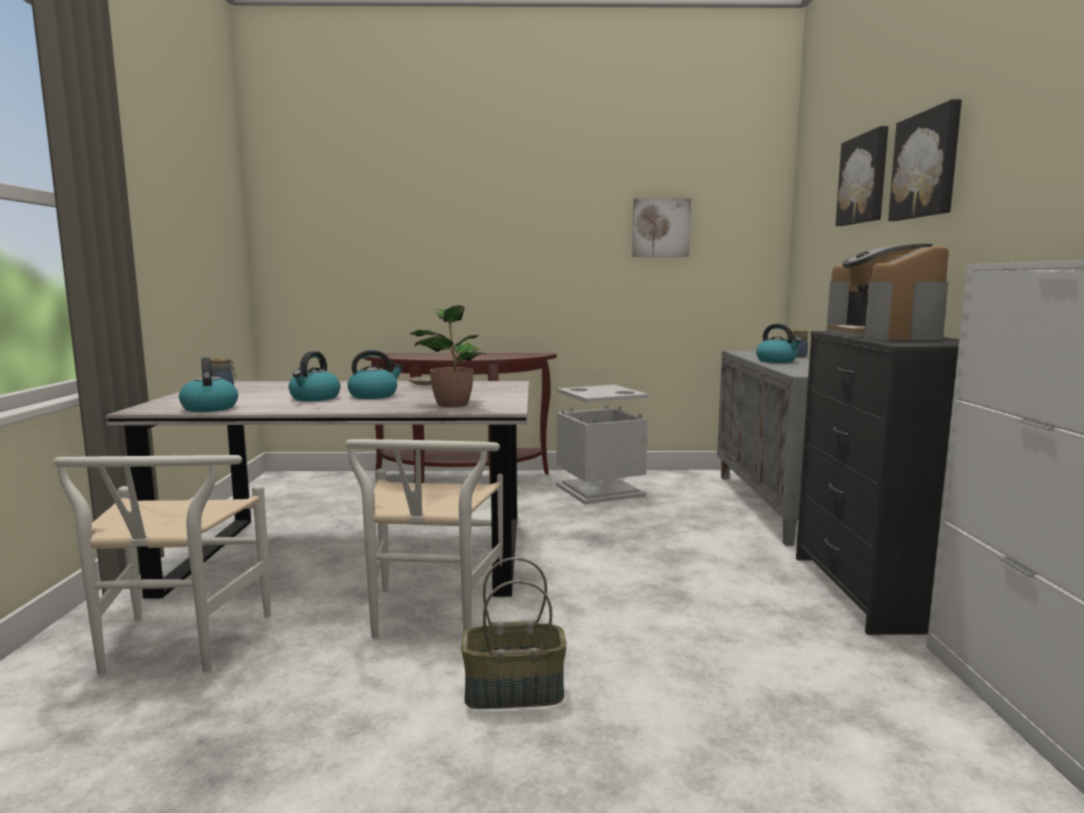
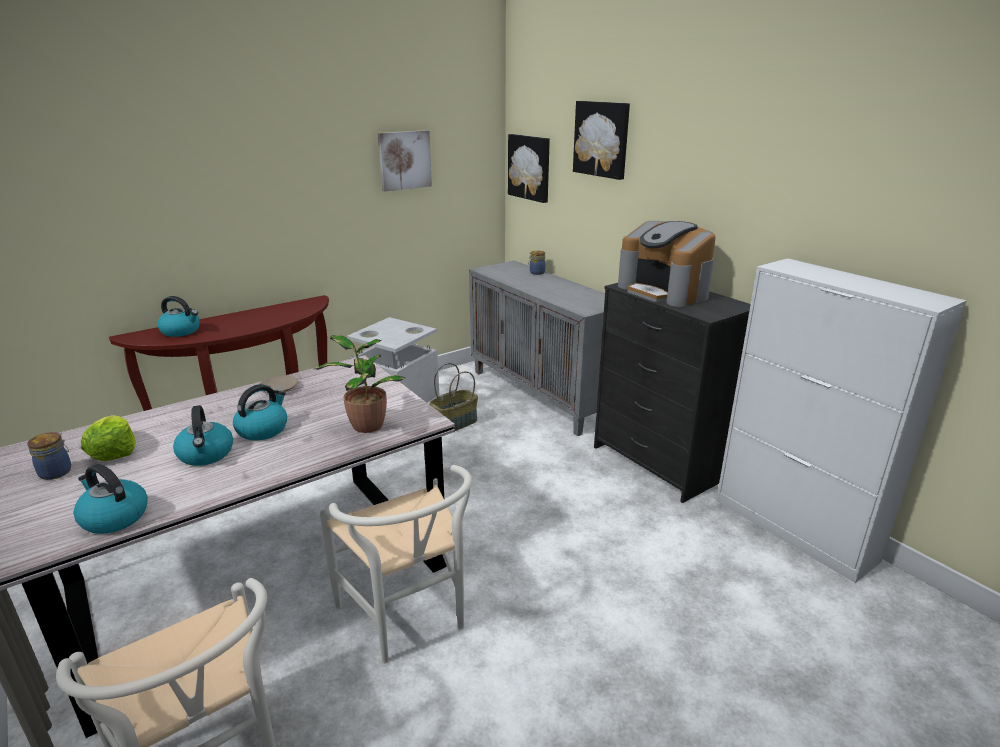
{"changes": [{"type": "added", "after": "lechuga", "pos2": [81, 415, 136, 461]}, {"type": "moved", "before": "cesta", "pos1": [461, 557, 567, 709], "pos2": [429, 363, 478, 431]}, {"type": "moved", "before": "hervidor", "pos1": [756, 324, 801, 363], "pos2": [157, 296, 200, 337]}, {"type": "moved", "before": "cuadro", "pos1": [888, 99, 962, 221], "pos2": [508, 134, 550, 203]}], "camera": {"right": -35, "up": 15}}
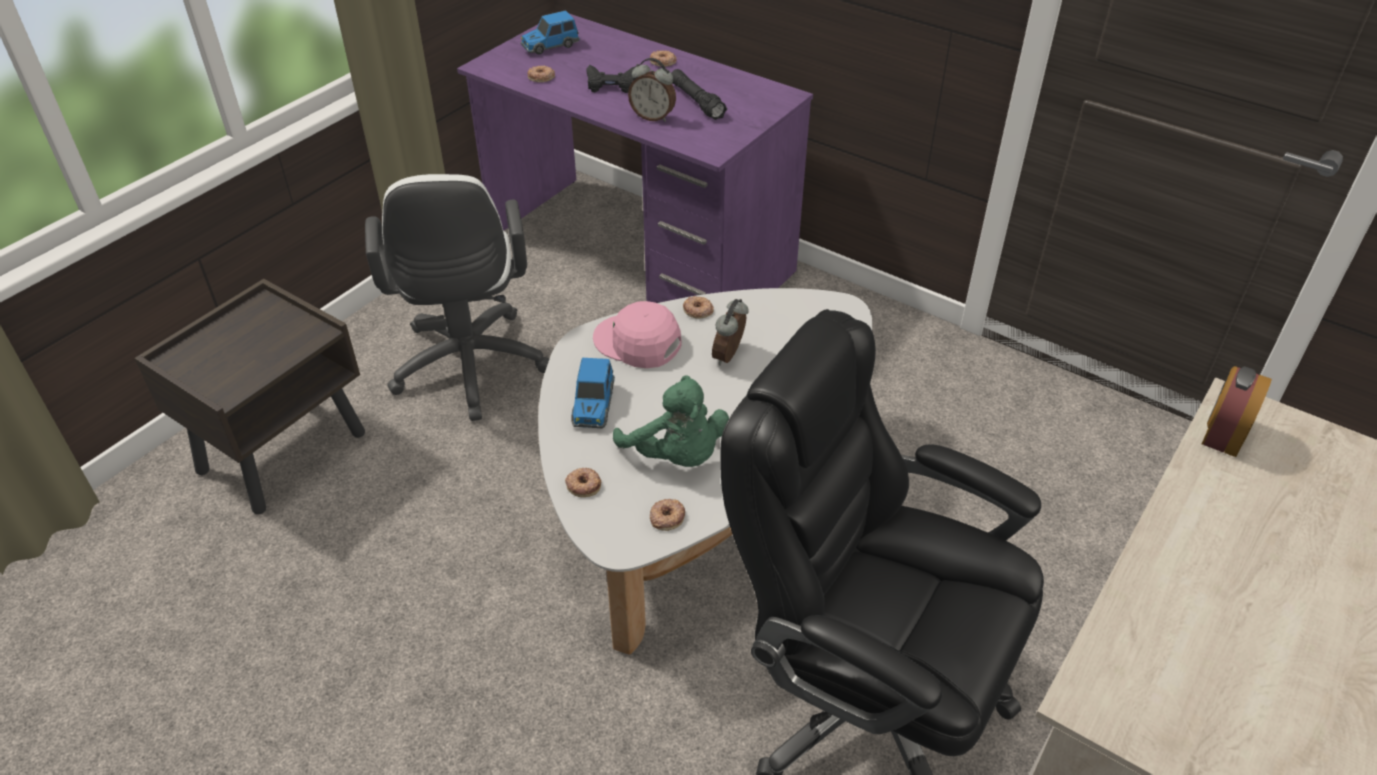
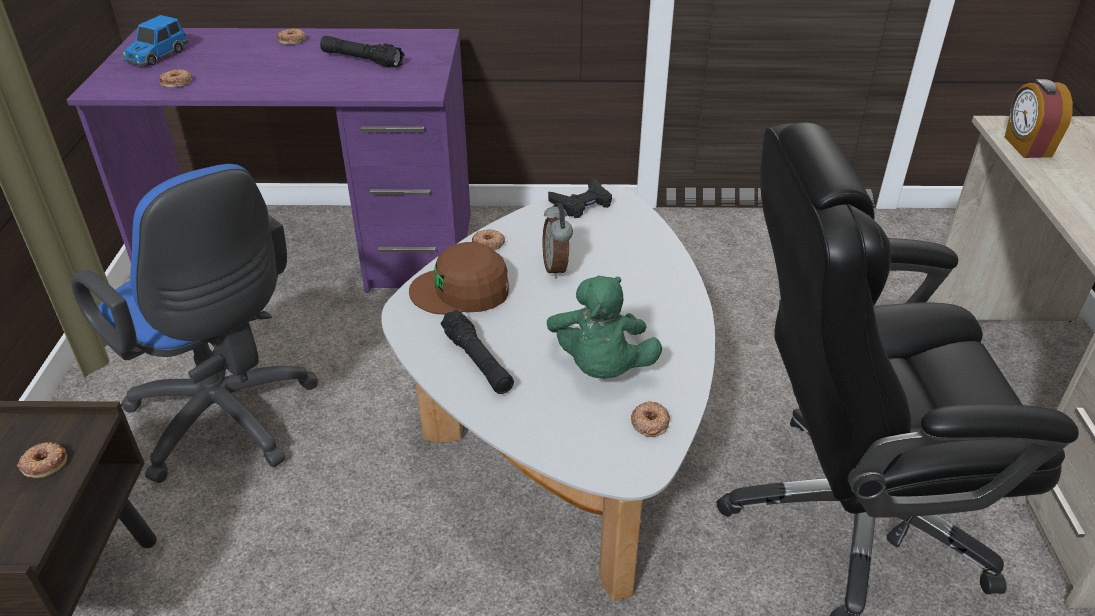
{"changes": [{"type": "removed", "before": "despertador", "pos1": [628, 58, 676, 122]}, {"type": "moved", "before": "rosquilla", "pos1": [565, 468, 601, 497], "pos2": [17, 442, 67, 478]}, {"type": "moved", "before": "mando de consola [negro]", "pos1": [586, 65, 637, 93], "pos2": [548, 177, 612, 218]}, {"type": "replaced", "before": "coche de juguete", "after": "linterna [negro]", "pos1": [571, 358, 615, 428], "pos2": [441, 309, 514, 394]}, {"type": "recoloured", "before": "silla de oficina [blanco]", "after": "silla de oficina [azul]", "pos1": [365, 174, 550, 421], "pos2": [71, 164, 319, 483]}, {"type": "recoloured", "before": "gorra [rosa]", "after": "gorra [marrón]", "pos1": [593, 301, 682, 368], "pos2": [409, 242, 509, 314]}, {"type": "turned", "before": "peluche [verde]", "pos1": [613, 375, 729, 467], "pos2": [547, 275, 662, 379], "turn": 75}], "camera": {"right": -35, "up": -5}}
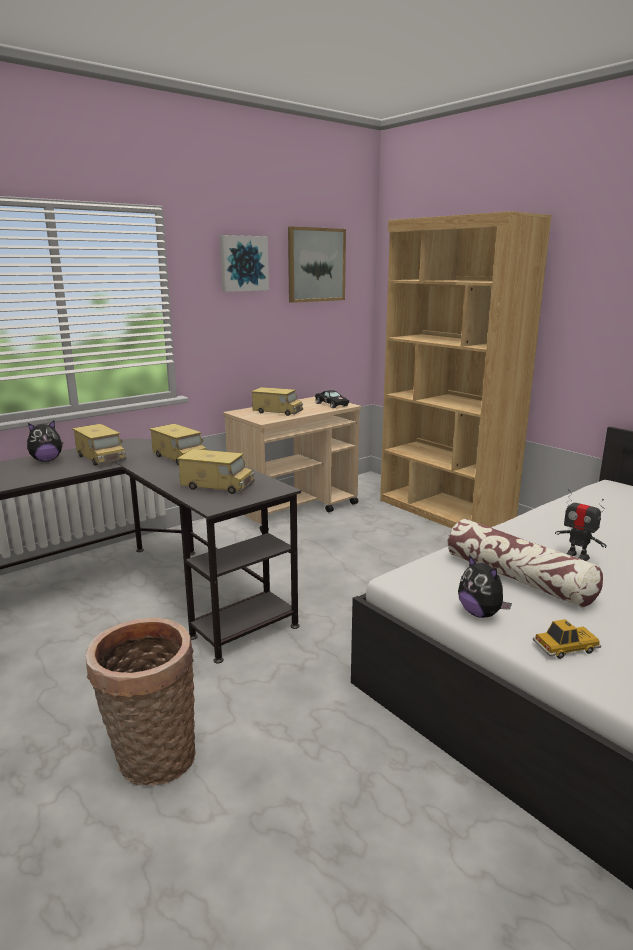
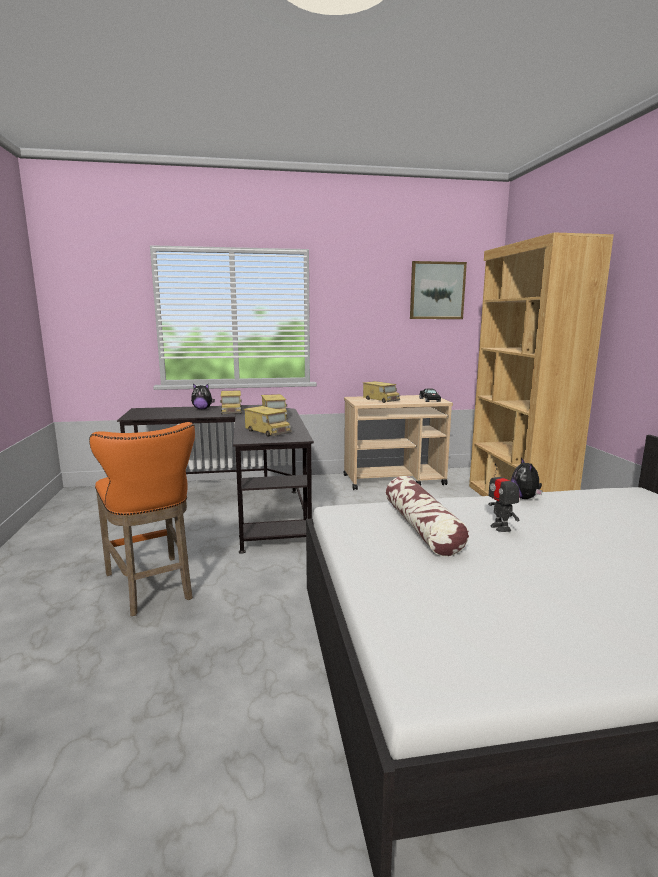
{"changes": [{"type": "removed", "before": "cuadro", "pos1": [220, 235, 269, 292]}, {"type": "removed", "before": "coche de juguete", "pos1": [533, 619, 601, 659]}, {"type": "moved", "before": "peluche", "pos1": [458, 555, 512, 618], "pos2": [511, 457, 543, 499]}, {"type": "replaced", "before": "cesta", "after": "taburete [naranja]", "pos1": [86, 618, 196, 786], "pos2": [89, 422, 195, 616]}], "camera": {"right": 30, "up": -5}}
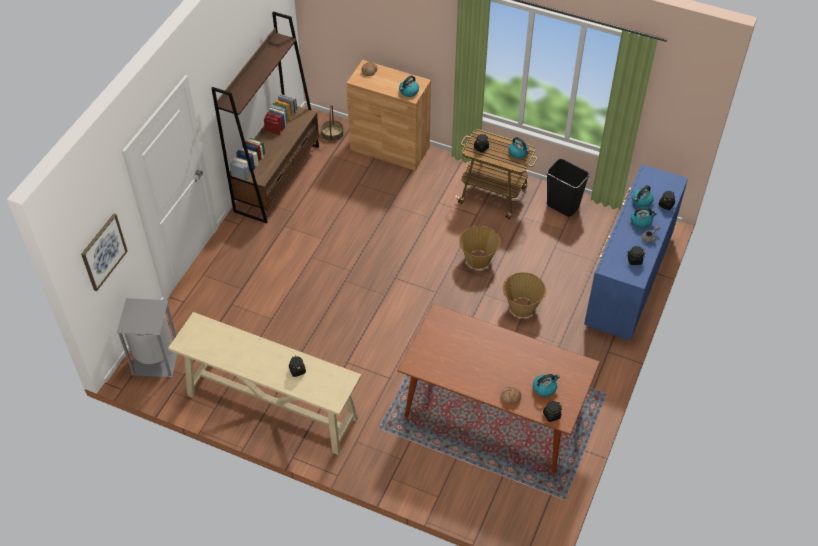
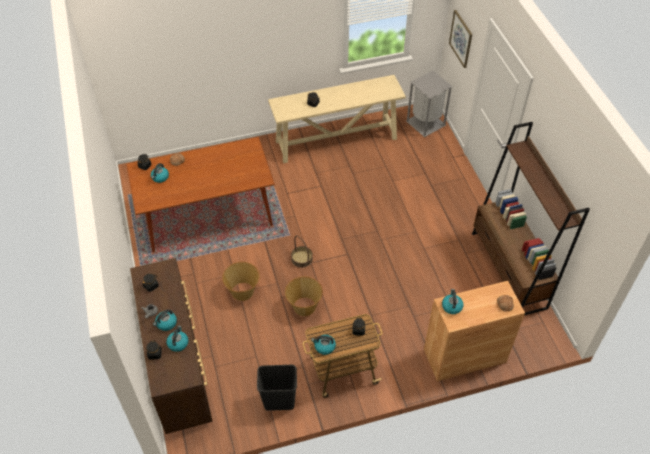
{"changes": [{"type": "moved", "before": "cesta", "pos1": [321, 105, 344, 142], "pos2": [291, 235, 313, 268]}, {"type": "recoloured", "before": "cómoda [azul]", "after": "cómoda [marrón]", "pos1": [584, 164, 688, 340], "pos2": [130, 258, 213, 434]}], "camera": {"right": 140, "up": 0}}
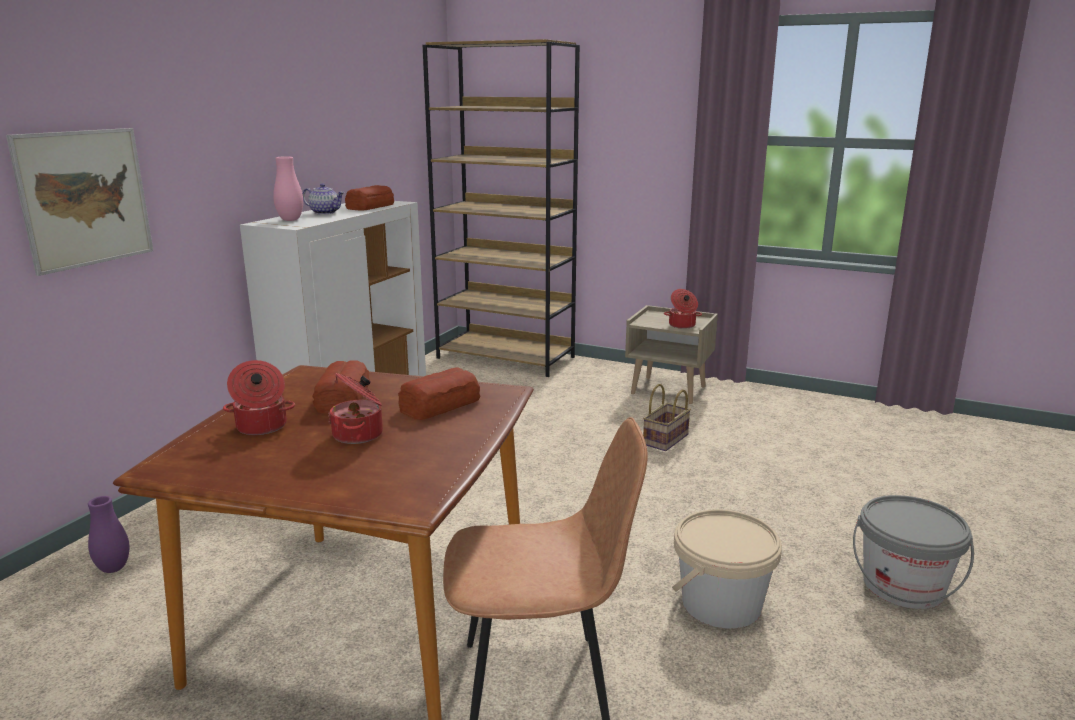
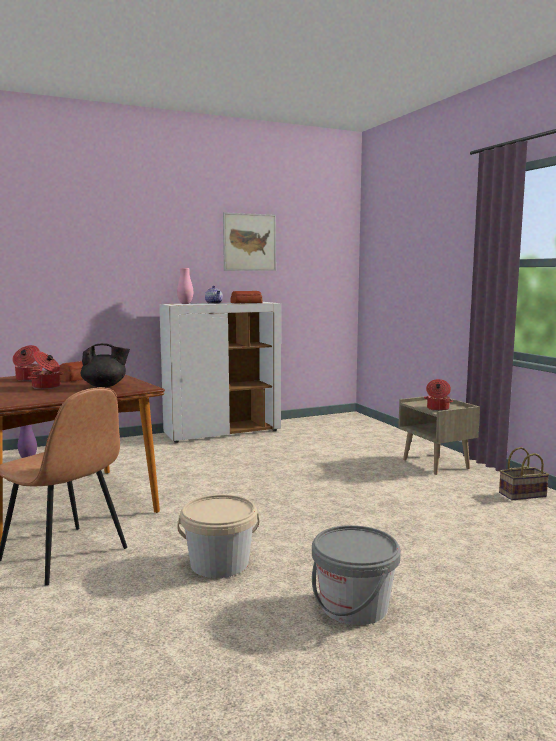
{"changes": [{"type": "removed", "before": "estantería [marrón]", "pos1": [422, 39, 580, 377]}, {"type": "moved", "before": "cuadro", "pos1": [6, 128, 153, 276], "pos2": [223, 212, 276, 271]}, {"type": "moved", "before": "cesta", "pos1": [643, 384, 691, 451], "pos2": [499, 447, 549, 500]}, {"type": "replaced", "before": "pan", "after": "tetera [negro]", "pos1": [398, 368, 480, 420], "pos2": [81, 343, 130, 387]}], "camera": {"right": 40, "up": -10}}
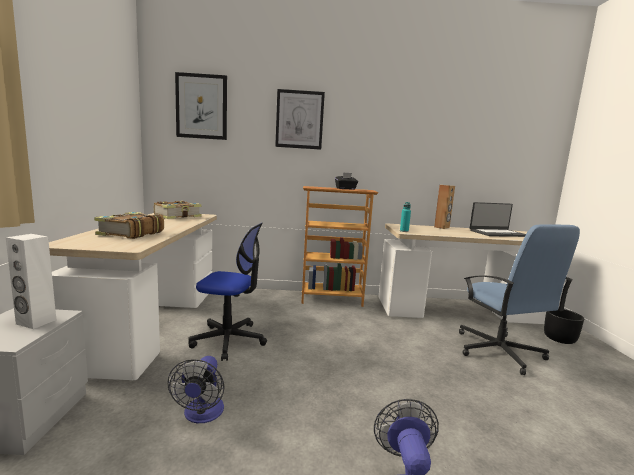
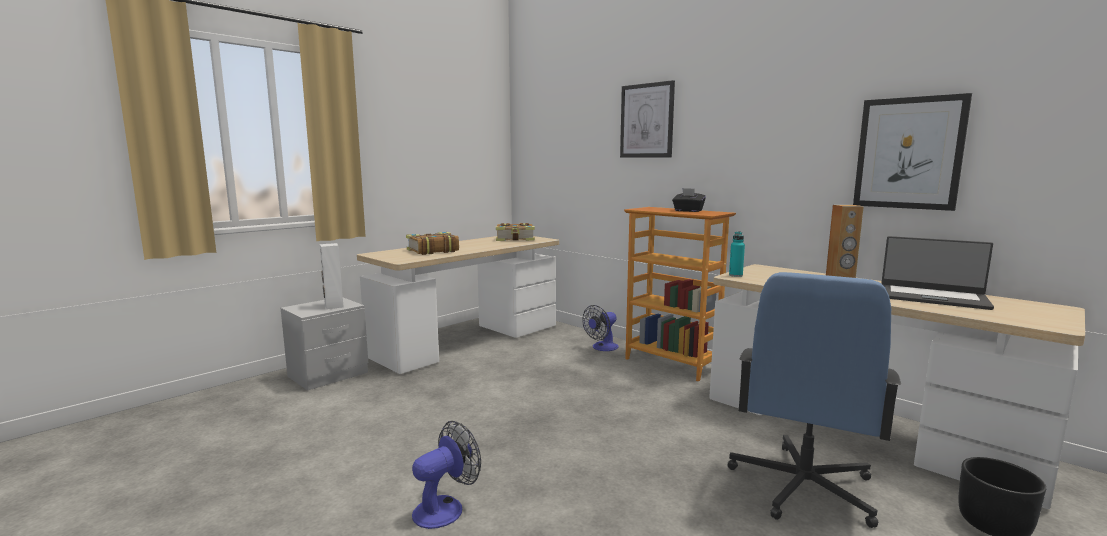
{"changes": [{"type": "removed", "before": "silla de oficina", "pos1": [188, 223, 267, 361]}, {"type": "moved", "before": "ventilador", "pos1": [168, 356, 224, 423], "pos2": [582, 305, 619, 351]}, {"type": "moved", "before": "cuadro", "pos1": [175, 72, 227, 140], "pos2": [853, 93, 972, 211]}], "camera": {"right": 45, "up": 0}}
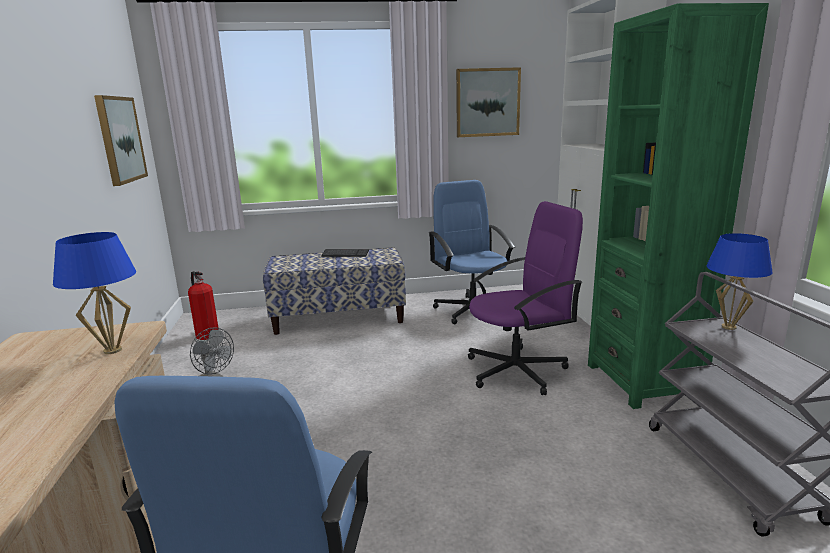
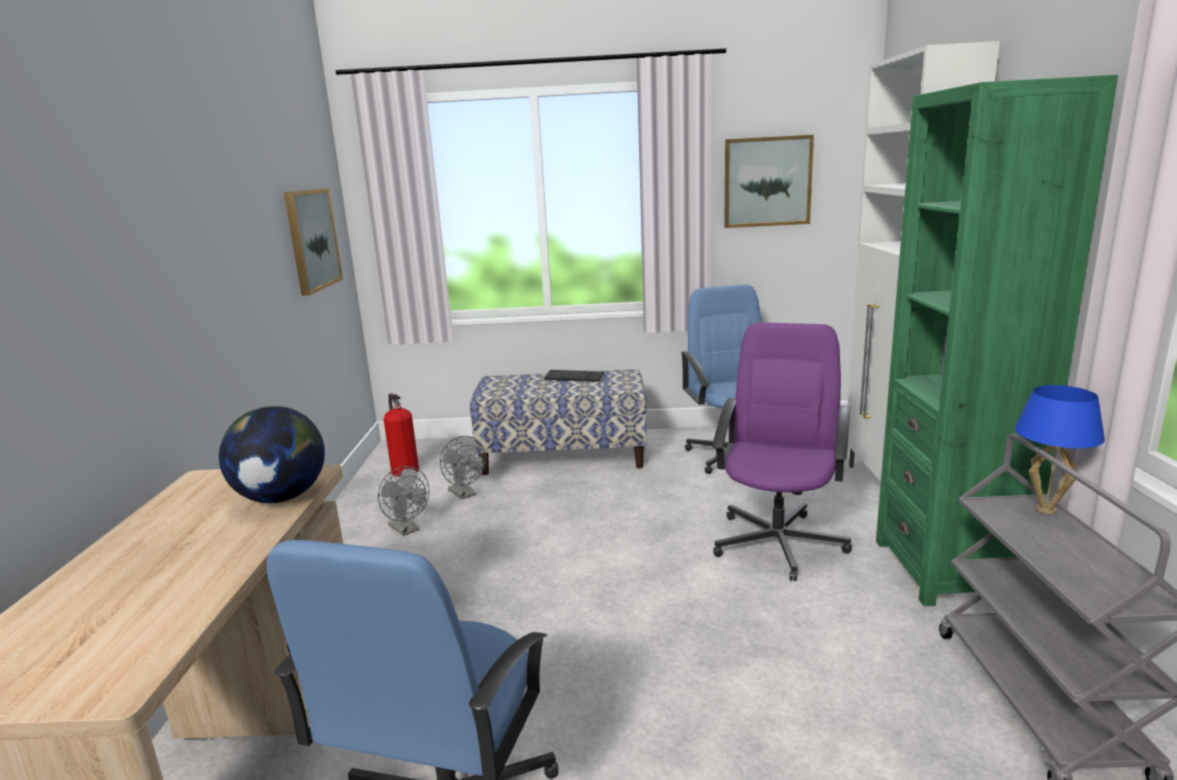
{"changes": [{"type": "added", "after": "ventilador [gris]", "pos2": [440, 436, 486, 500]}, {"type": "replaced", "before": "lámpara de mesa [azul]", "after": "globo terráqueo", "pos1": [53, 232, 136, 354], "pos2": [219, 406, 325, 503]}, {"type": "turned", "before": "silla de oficina [morado]", "pos1": [468, 201, 583, 395], "pos2": [712, 322, 852, 581], "turn": -60}], "camera": {"right": 10, "up": 0}}
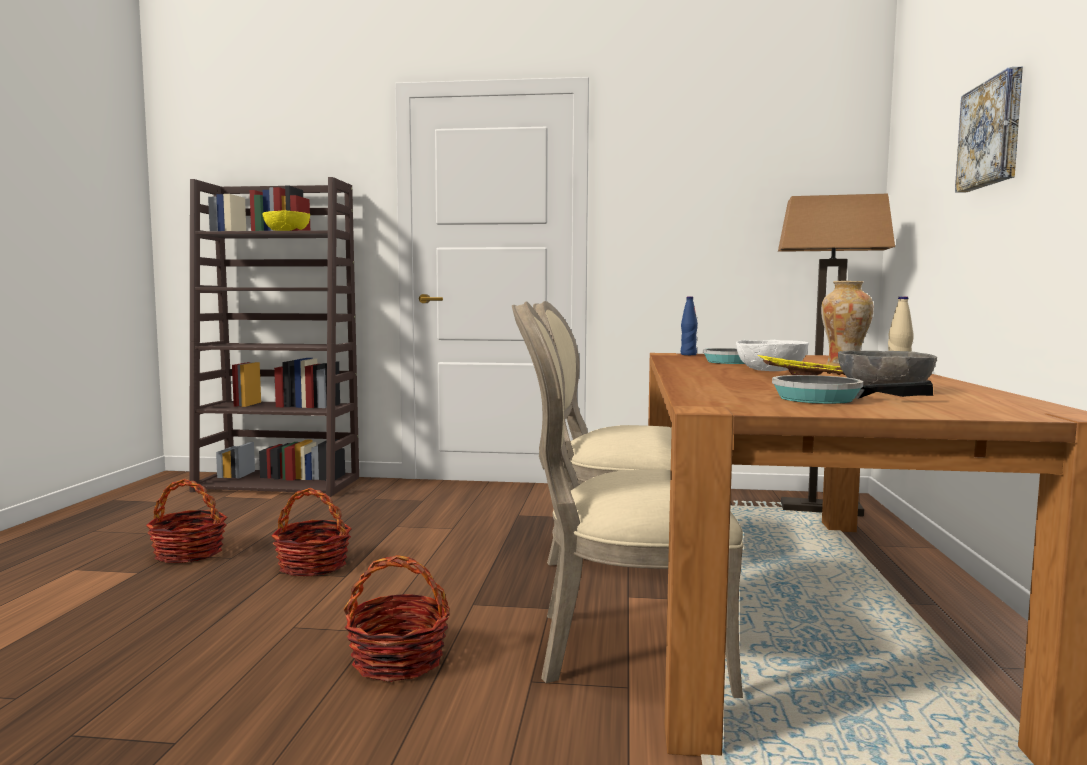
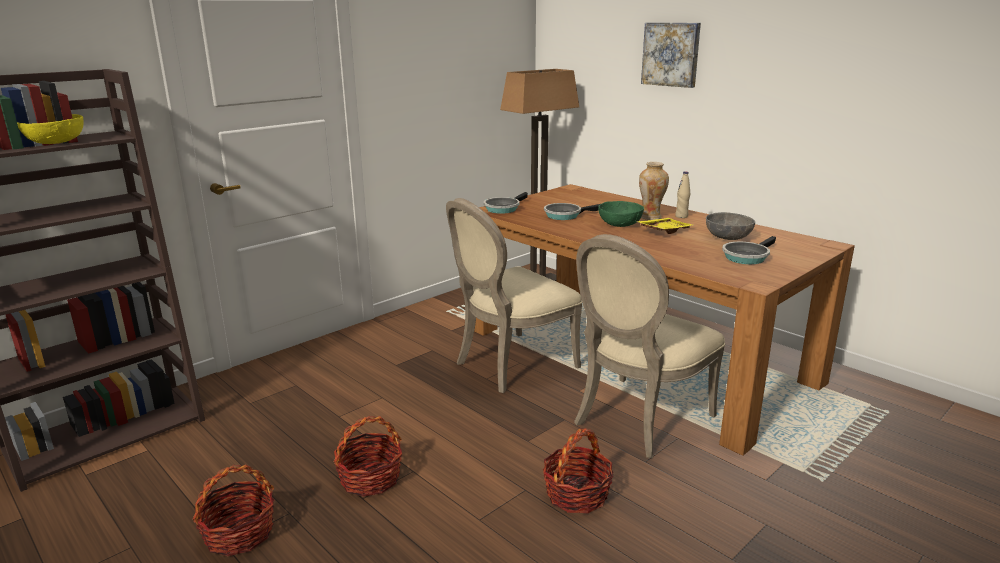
{"changes": [{"type": "replaced", "before": "botella [azul]", "after": "sartén", "pos1": [681, 296, 698, 355], "pos2": [484, 192, 528, 214]}, {"type": "recoloured", "before": "cuenco [blanco]", "after": "cuenco [verde]", "pos1": [736, 340, 809, 371], "pos2": [598, 201, 644, 227]}], "camera": {"right": -50, "up": 15}}
